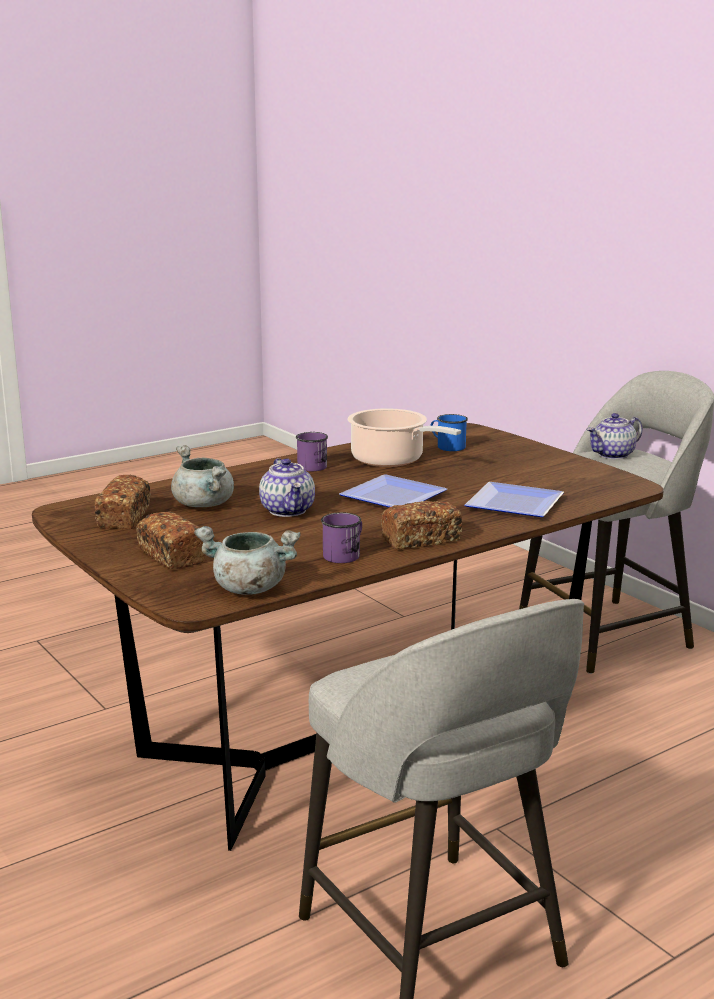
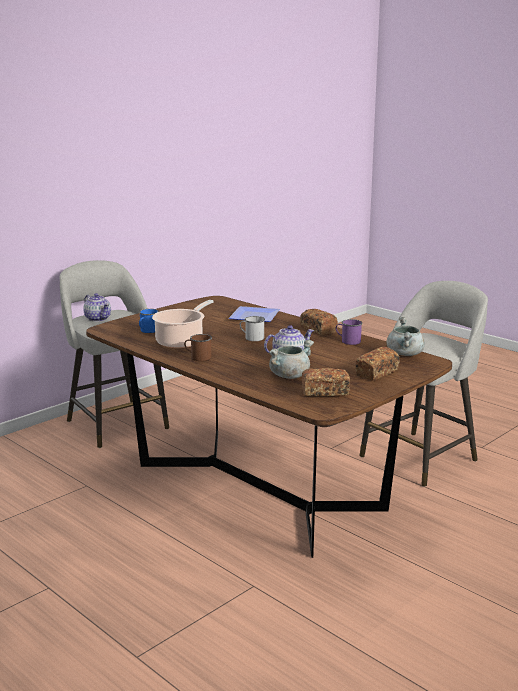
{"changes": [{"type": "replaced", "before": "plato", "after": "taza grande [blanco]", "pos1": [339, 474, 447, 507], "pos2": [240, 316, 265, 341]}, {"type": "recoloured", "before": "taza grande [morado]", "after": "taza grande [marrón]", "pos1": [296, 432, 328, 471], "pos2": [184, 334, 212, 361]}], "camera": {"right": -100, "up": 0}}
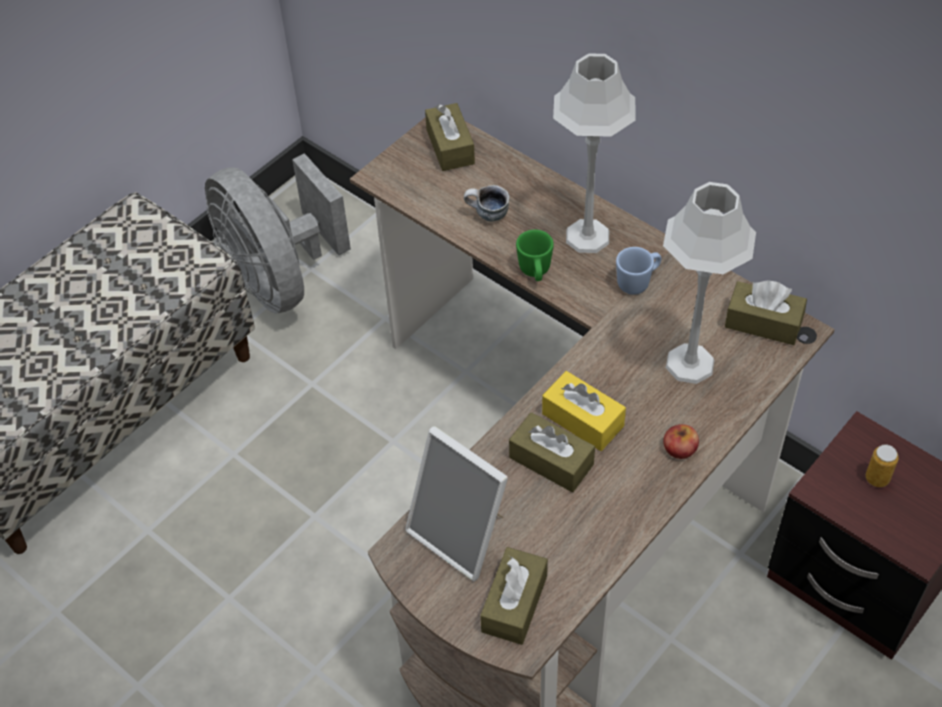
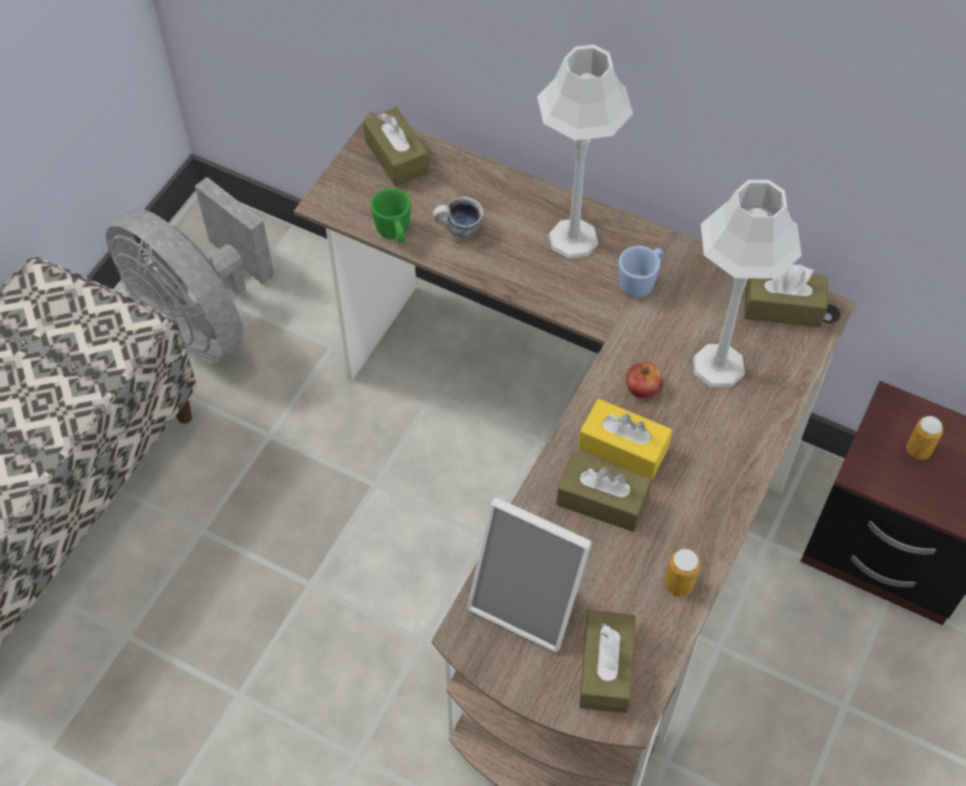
{"changes": [{"type": "added", "after": "lata", "pos2": [665, 549, 700, 597]}, {"type": "moved", "before": "taza grande [verde]", "pos1": [516, 230, 554, 281], "pos2": [371, 188, 411, 243]}, {"type": "moved", "before": "manzana", "pos1": [663, 424, 699, 459], "pos2": [626, 362, 663, 398]}], "camera": {"right": -15, "up": 5}}
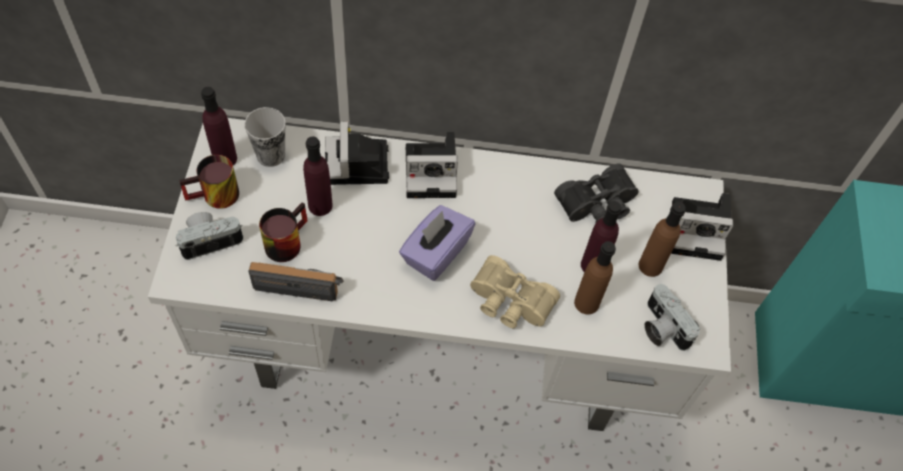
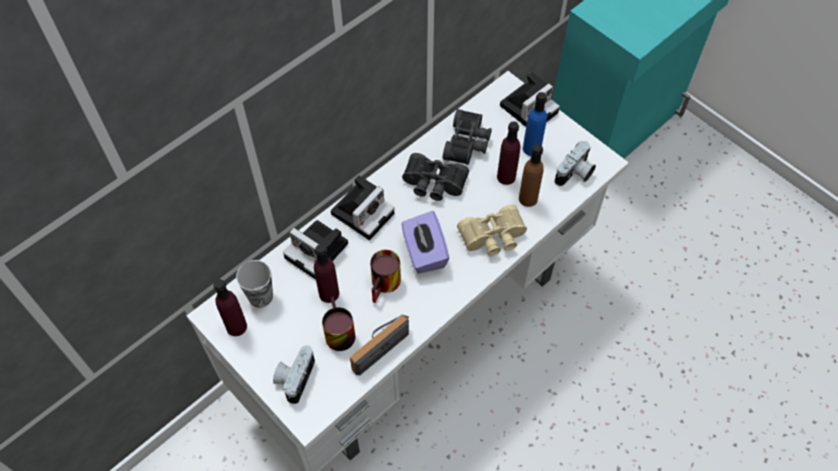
{"changes": [{"type": "added", "after": "prismáticos [negro]", "pos2": [402, 153, 469, 201]}, {"type": "moved", "before": "taza grande", "pos1": [179, 155, 239, 209], "pos2": [370, 250, 401, 303]}, {"type": "recoloured", "before": "botella [marrón]", "after": "botella [azul]", "pos1": [639, 202, 686, 277], "pos2": [523, 92, 547, 156]}, {"type": "turned", "before": "cámara", "pos1": [644, 284, 700, 351], "pos2": [555, 141, 596, 186], "turn": -60}], "camera": {"right": -45, "up": 0}}
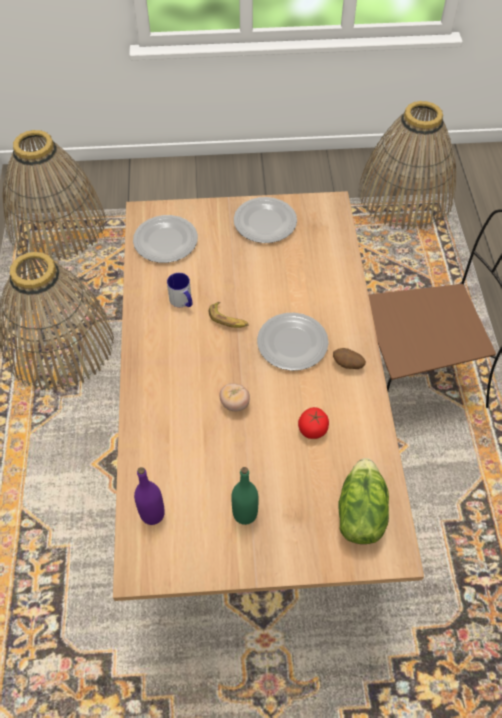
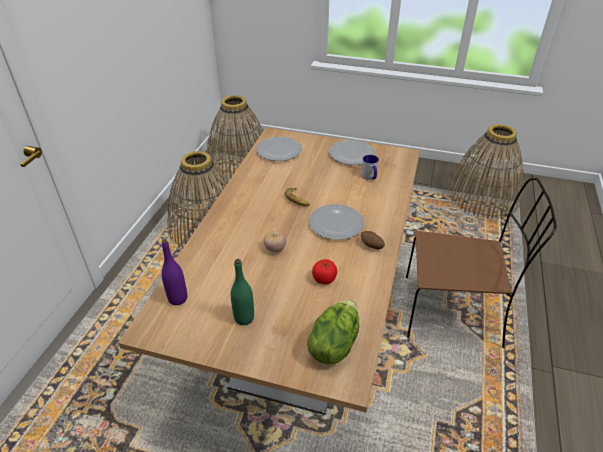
{"changes": [{"type": "moved", "before": "taza grande", "pos1": [167, 273, 193, 307], "pos2": [361, 155, 379, 180]}], "camera": {"right": 20, "up": -15}}
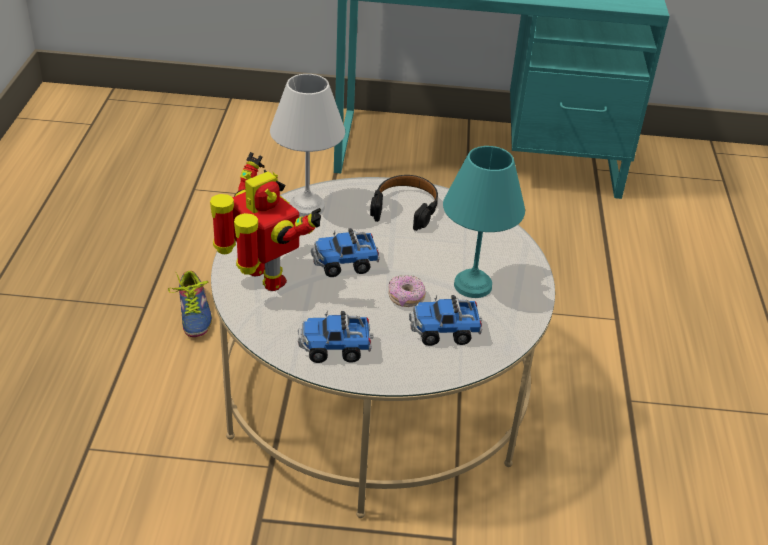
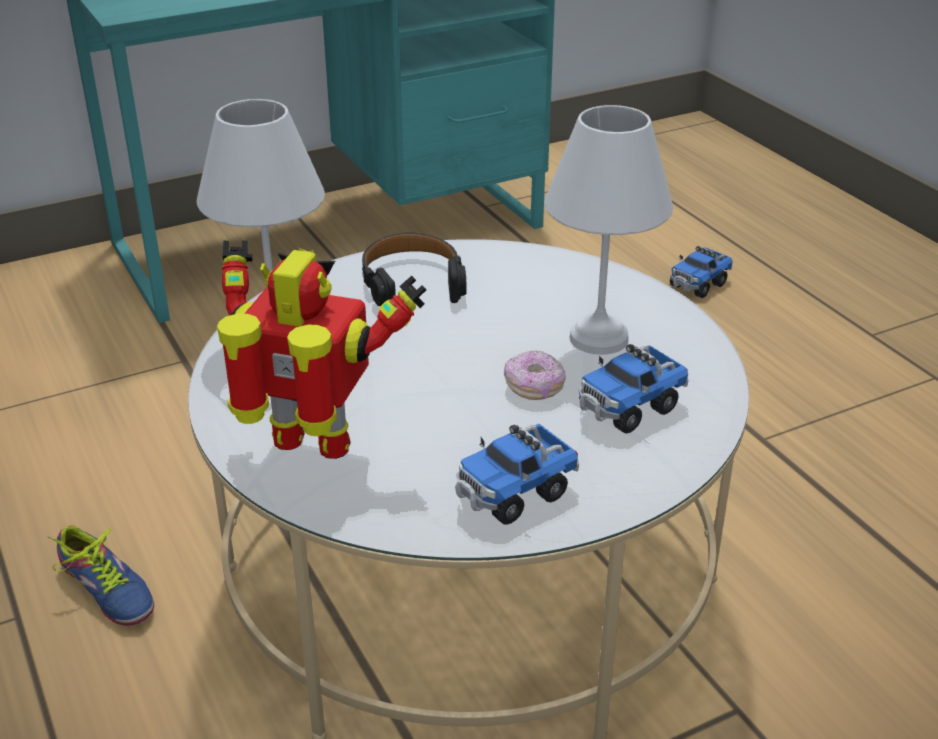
{"changes": [{"type": "moved", "before": "camión de juguete", "pos1": [311, 228, 380, 277], "pos2": [670, 246, 733, 298]}, {"type": "recoloured", "before": "lámpara de mesa [turquesa]", "after": "lámpara de mesa [blanco]", "pos1": [443, 146, 525, 298], "pos2": [544, 105, 673, 355]}], "camera": {"right": -30, "up": -5}}
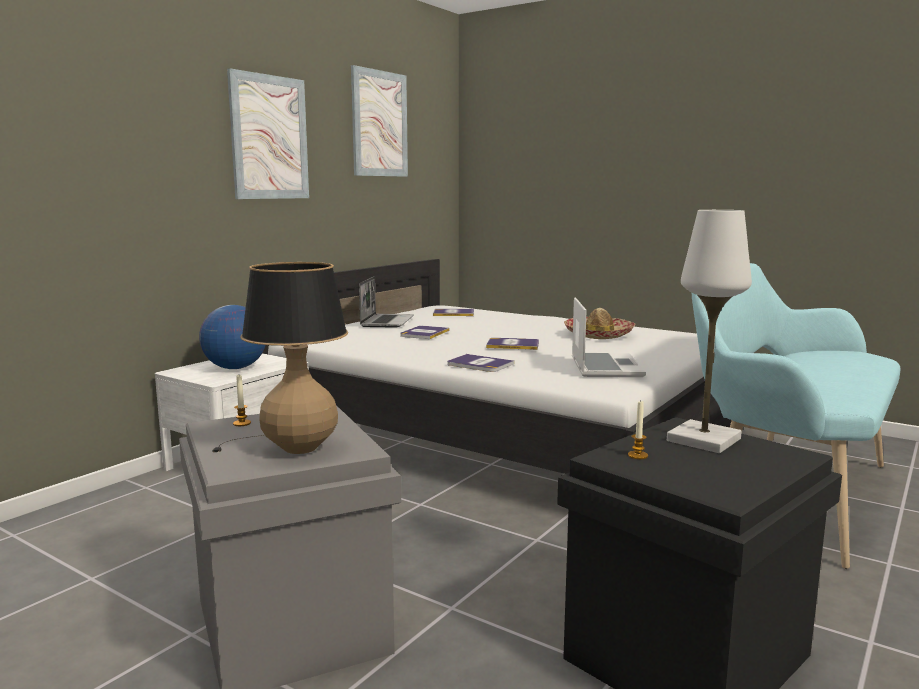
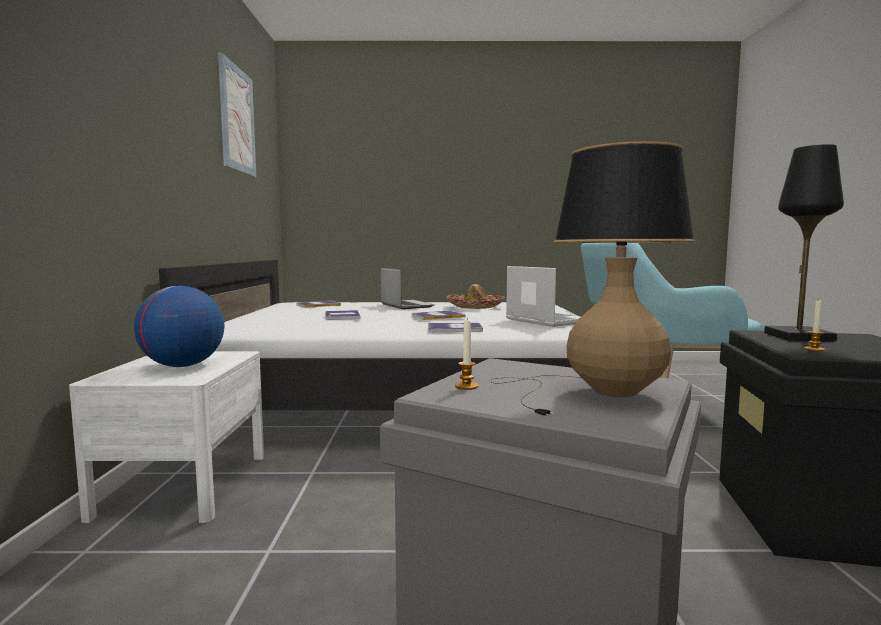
{"changes": [{"type": "removed", "before": "cuadro", "pos1": [227, 68, 309, 199]}, {"type": "moved", "before": "portátil", "pos1": [359, 276, 414, 328], "pos2": [381, 268, 435, 309]}, {"type": "recoloured", "before": "lámpara de mesa [blanco]", "after": "lámpara de mesa [negro]", "pos1": [667, 210, 752, 453], "pos2": [764, 144, 844, 341]}], "camera": {"right": -35, "up": -5}}
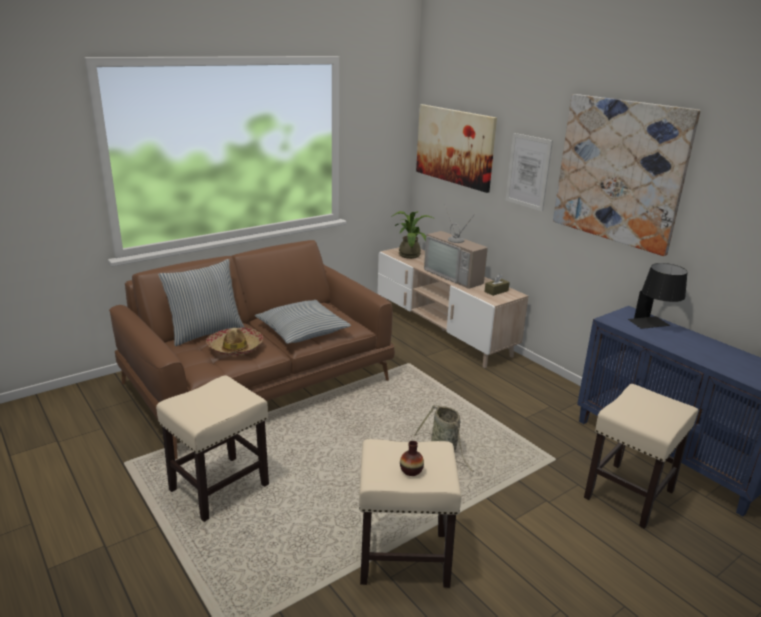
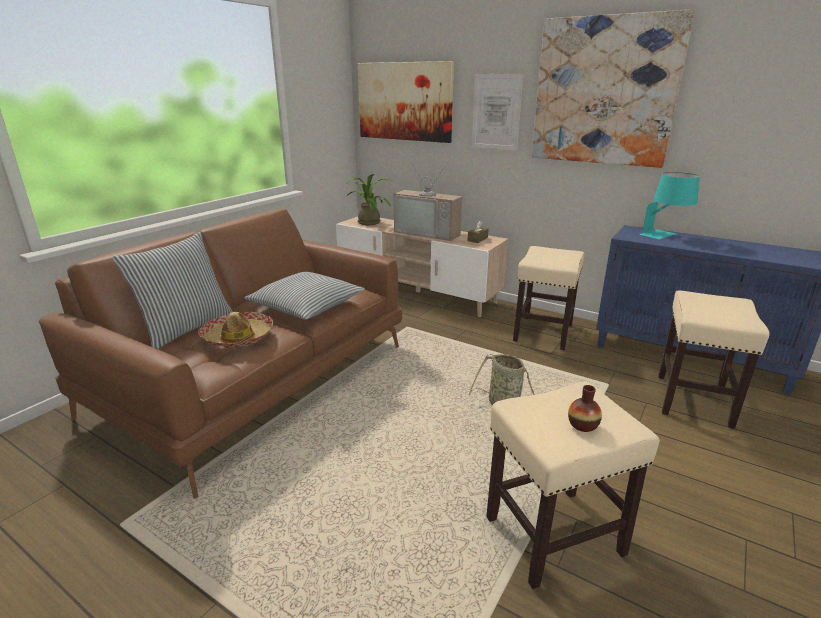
{"changes": [{"type": "moved", "before": "taburete [beis]", "pos1": [156, 375, 269, 522], "pos2": [513, 246, 585, 350]}, {"type": "recoloured", "before": "lámpara de mesa [negro]", "after": "lámpara de mesa [turquesa]", "pos1": [628, 263, 687, 329], "pos2": [639, 172, 700, 239]}], "camera": {"right": -20, "up": 0}}
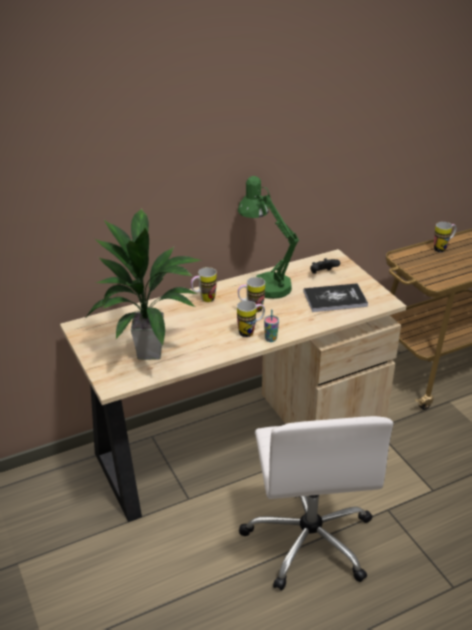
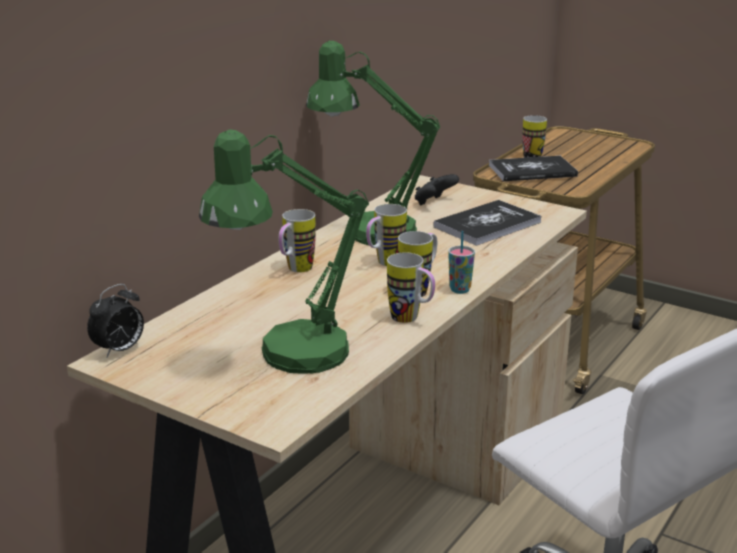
{"changes": [{"type": "added", "after": "despertador", "pos2": [87, 284, 144, 358]}, {"type": "added", "after": "taza grande", "pos2": [387, 252, 435, 323]}, {"type": "added", "after": "libro", "pos2": [489, 156, 578, 181]}, {"type": "replaced", "before": "planta en maceta", "after": "lámpara de mesa [verde]", "pos1": [85, 208, 201, 360], "pos2": [199, 129, 369, 374]}], "camera": {"right": -30, "up": -10}}
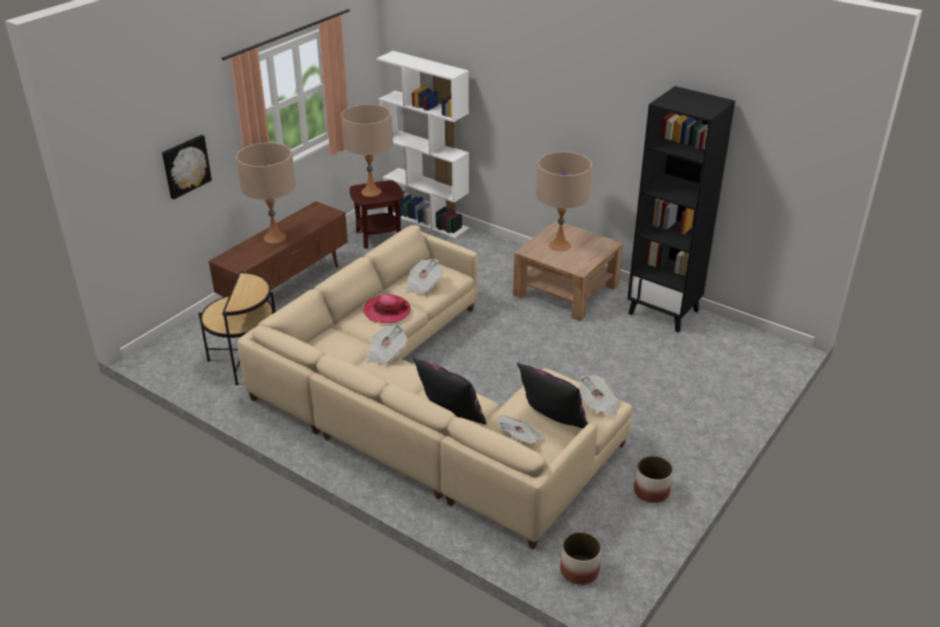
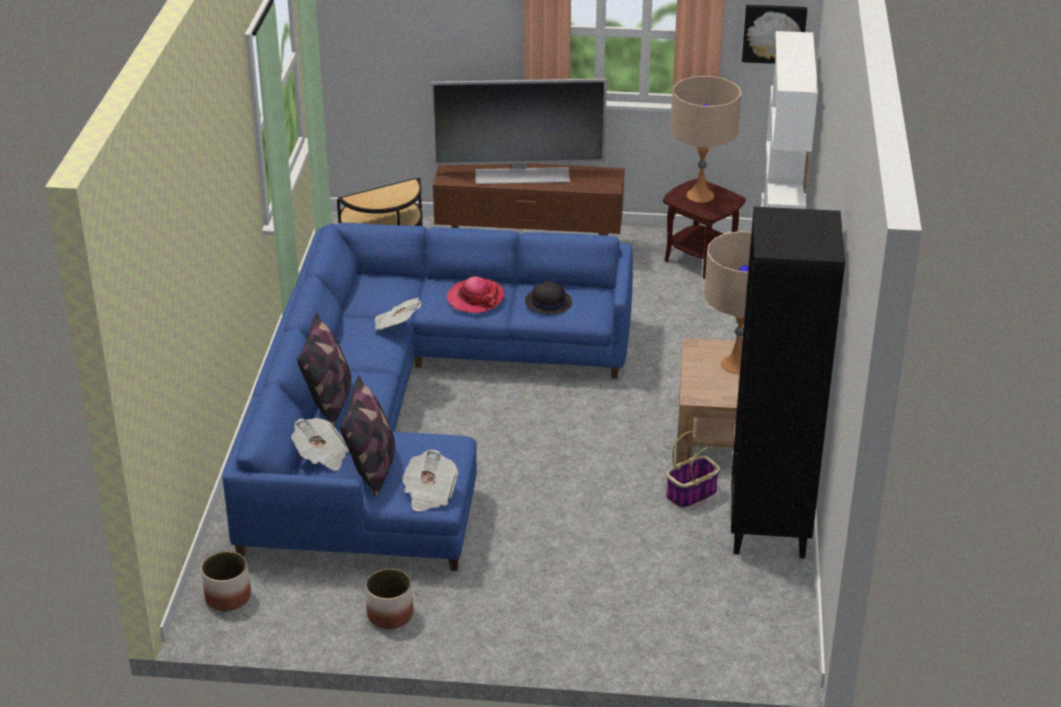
{"changes": [{"type": "added", "after": "cesta", "pos2": [666, 431, 720, 508]}, {"type": "moved", "before": "cuadro", "pos1": [162, 135, 212, 199], "pos2": [742, 5, 807, 64]}, {"type": "replaced", "before": "lámpara de mesa [beis]", "after": "televisor", "pos1": [236, 143, 296, 244], "pos2": [431, 78, 607, 184]}, {"type": "replaced", "before": "periódico", "after": "sombrero [negro]", "pos1": [405, 259, 443, 294], "pos2": [525, 279, 572, 314]}, {"type": "recoloured", "before": "sofá [beis]", "after": "sofá [azul]", "pos1": [238, 225, 632, 550], "pos2": [222, 222, 633, 571]}], "camera": {"right": 60, "up": 0}}
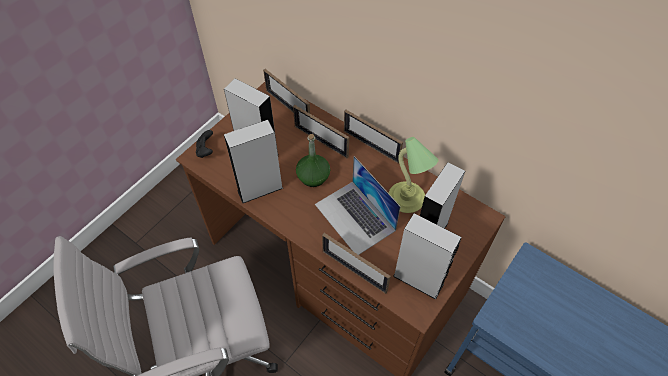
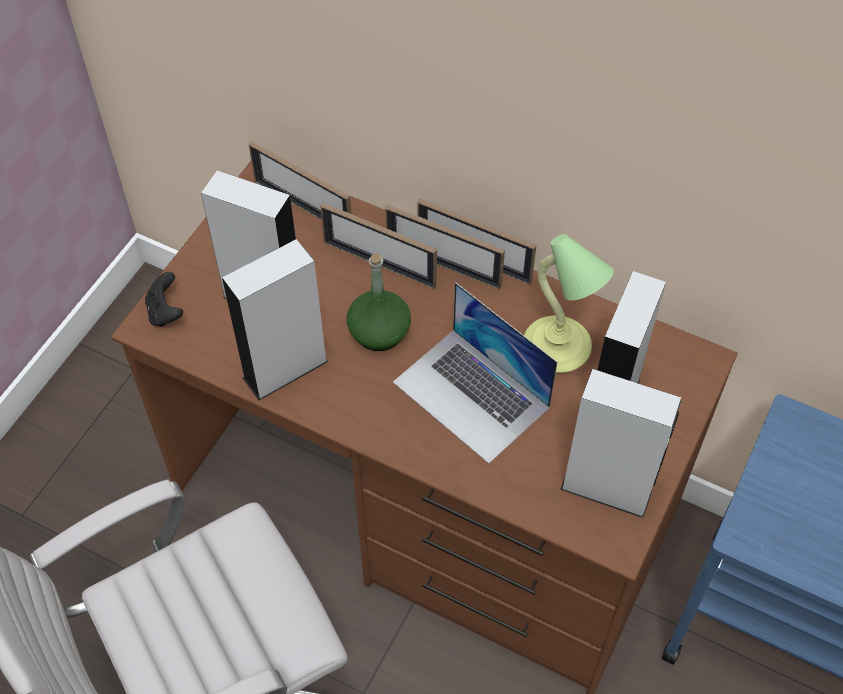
{"changes": [{"type": "moved", "before": "portarretratos", "pos1": [322, 233, 391, 294], "pos2": [385, 205, 505, 290]}], "camera": {"right": -10, "up": 0}}
